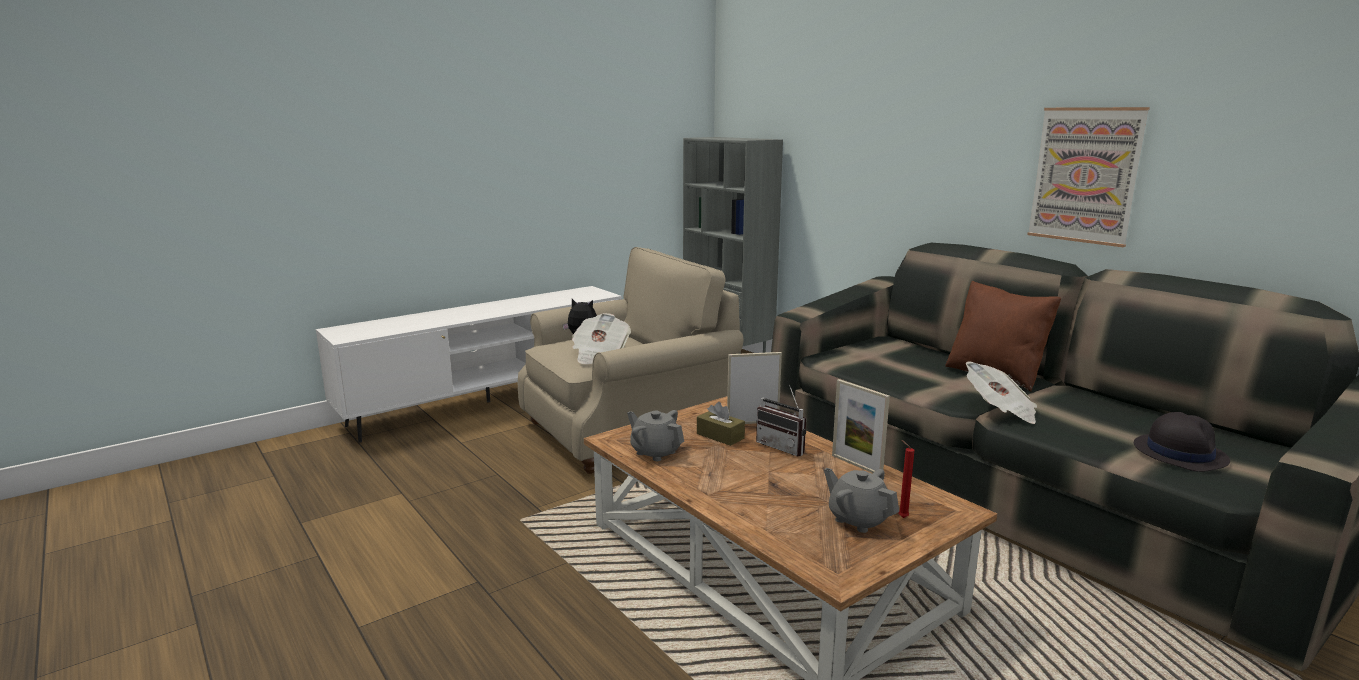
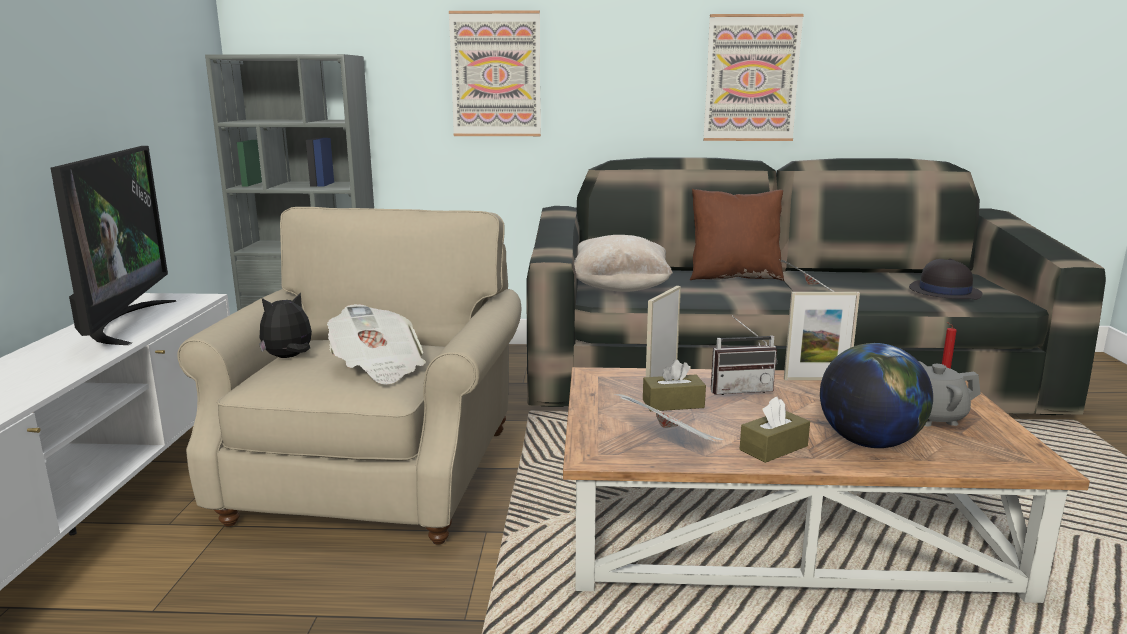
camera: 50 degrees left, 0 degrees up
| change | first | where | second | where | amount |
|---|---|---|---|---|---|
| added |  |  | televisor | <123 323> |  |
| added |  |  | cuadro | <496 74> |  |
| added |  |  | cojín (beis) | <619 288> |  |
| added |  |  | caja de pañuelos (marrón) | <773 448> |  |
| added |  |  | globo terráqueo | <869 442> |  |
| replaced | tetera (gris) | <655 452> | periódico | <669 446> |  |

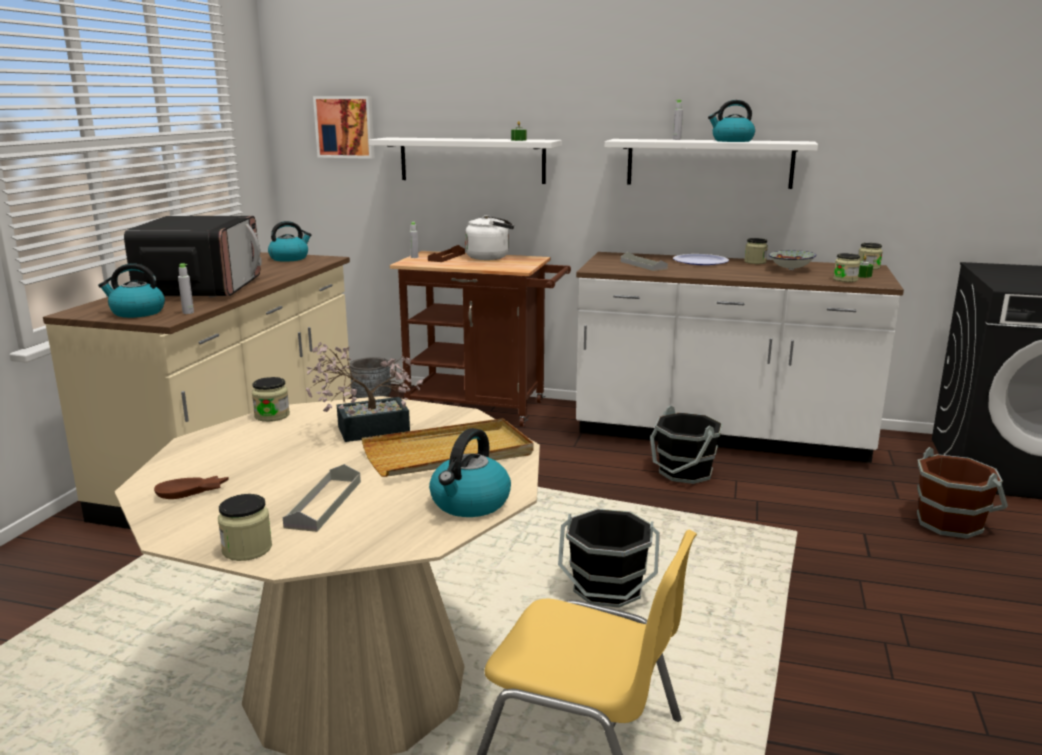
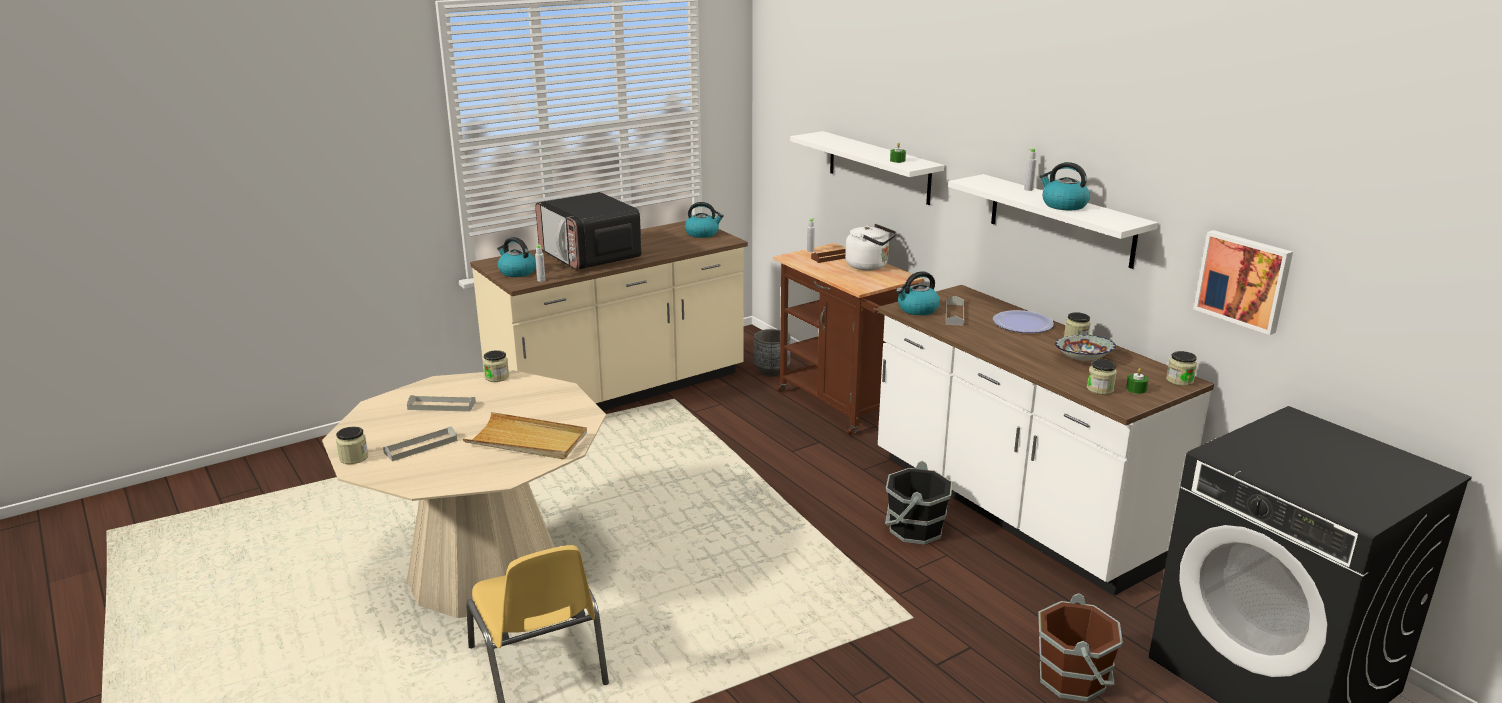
camera: 40 degrees right, 5 degrees up
| change | first | where | second | where | amount |
|---|---|---|---|---|---|
| removed | cuenco (marrón) | <193 493> |  |  |  |
| removed | planta en maceta | <364 430> |  |  |  |
| removed | cubo (negro) | <608 590> |  |  |  |
| added |  |  | bandeja (gris) | <441 406> |  |
| moved | cuadro | <345 127> |  | <1244 280> |  |
| moved | hervidor | <470 503> |  | <917 309> |  |
| turned | microondas | <201 288> |  | <590 256> | 105 degrees clockwise |

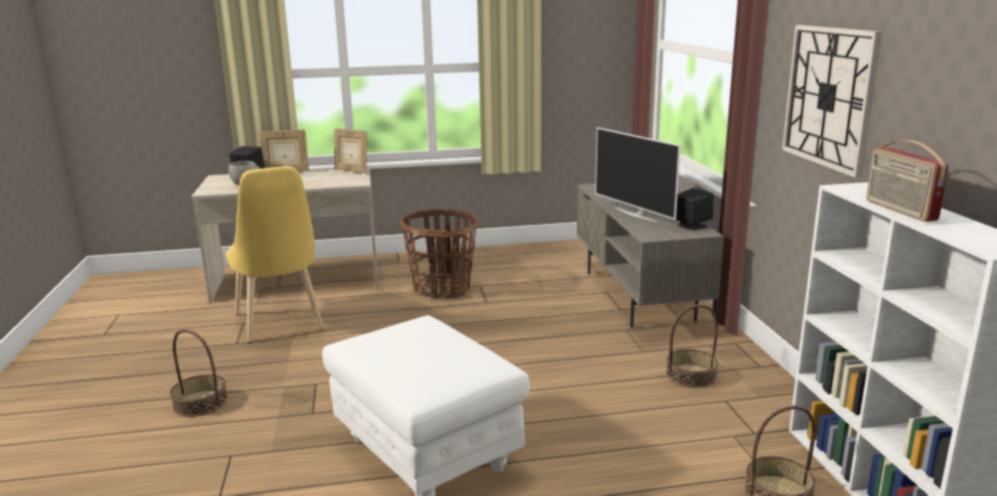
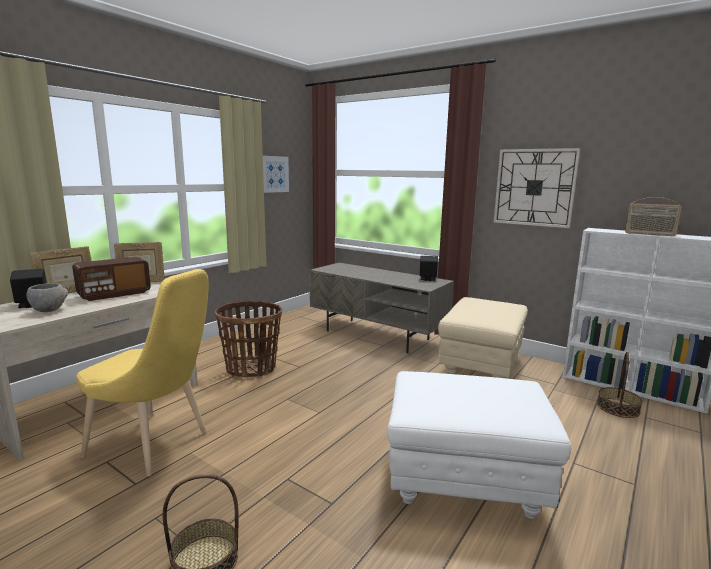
camera: 45 degrees left, 5 degrees down
| change | first | where | second | where | amount |
|---|---|---|---|---|---|
| removed | televisor | <636 215> |  |  |  |
| added |  |  | radio | <114 294> |  |
| added |  |  | cuadro | <274 174> |  |
| replaced | cesta | <691 375> | puf (beis) | <481 367> |  |

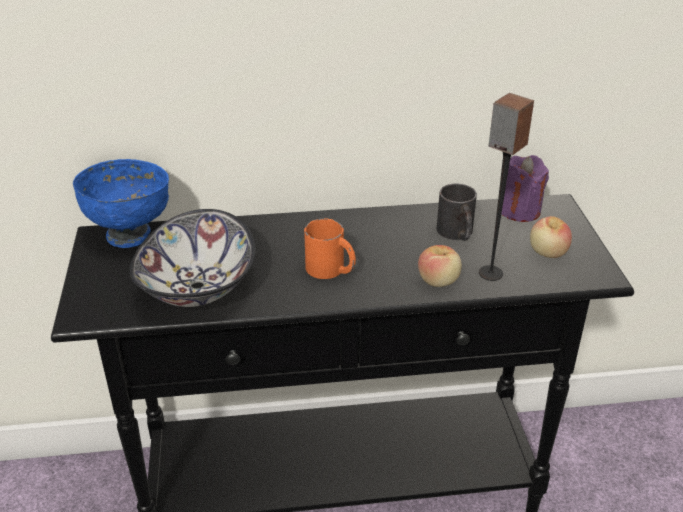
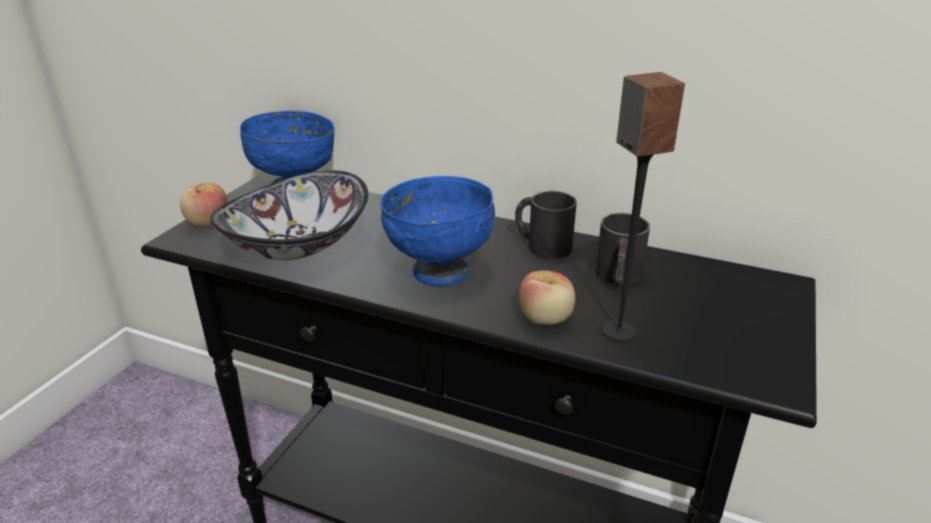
camera: 30 degrees right, 5 degrees down
| change | first | where | second | where | amount |
|---|---|---|---|---|---|
| removed | vela (morado) | <519 210> |  |  |  |
| added |  |  | taza grande (negro) | <541 245> |  |
| moved | manzana | <547 253> |  | <208 223> |  |
| replaced | taza grande (naranja) | <331 270> | cuenco (azul) | <439 270> |  |

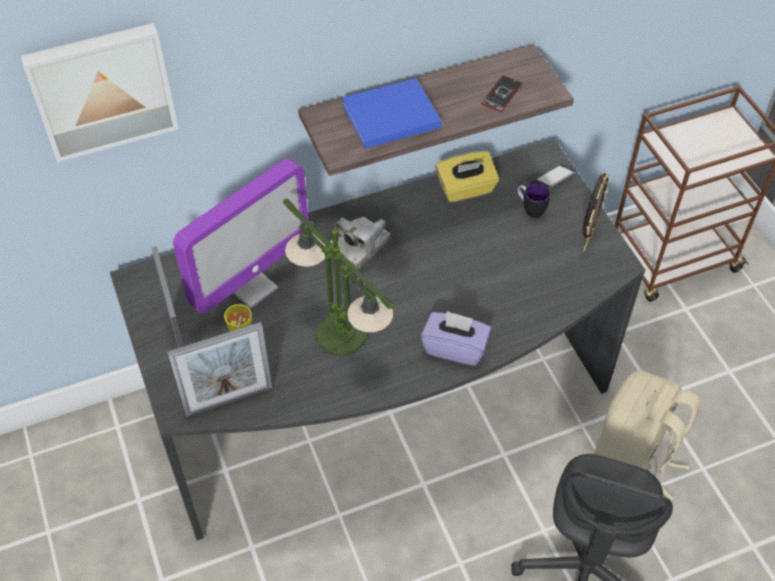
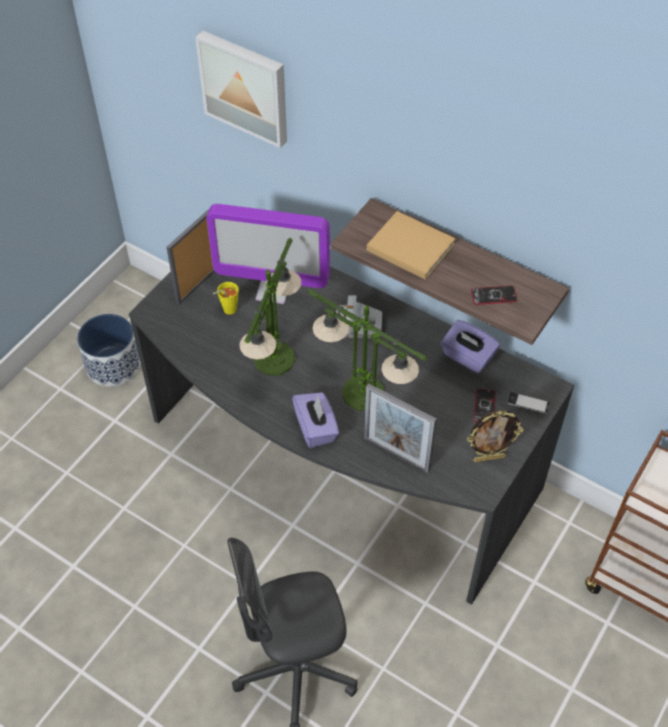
camera: 55 degrees right, 0 degrees up
| change | first | where | second | where | amount |
|---|---|---|---|---|---|
| removed | mochila (beis) | <633 461> |  |  |  |
| added |  |  | maceta | <114 365> |  |
| added |  |  | lámpara de mesa | <362 393> |  |
| moved | portarretratos | <229 400> |  | <396 454> |  |
| replaced | taza grande | <530 210> | móvil | <484 406> |  |
| recoloured | libro (azul) | <388 116> | libro (beis) | <408 246> |  |
| recoloured | caja de pañuelos (amarillo) | <466 189> | caja de pañuelos (morado) | <467 357> |  |

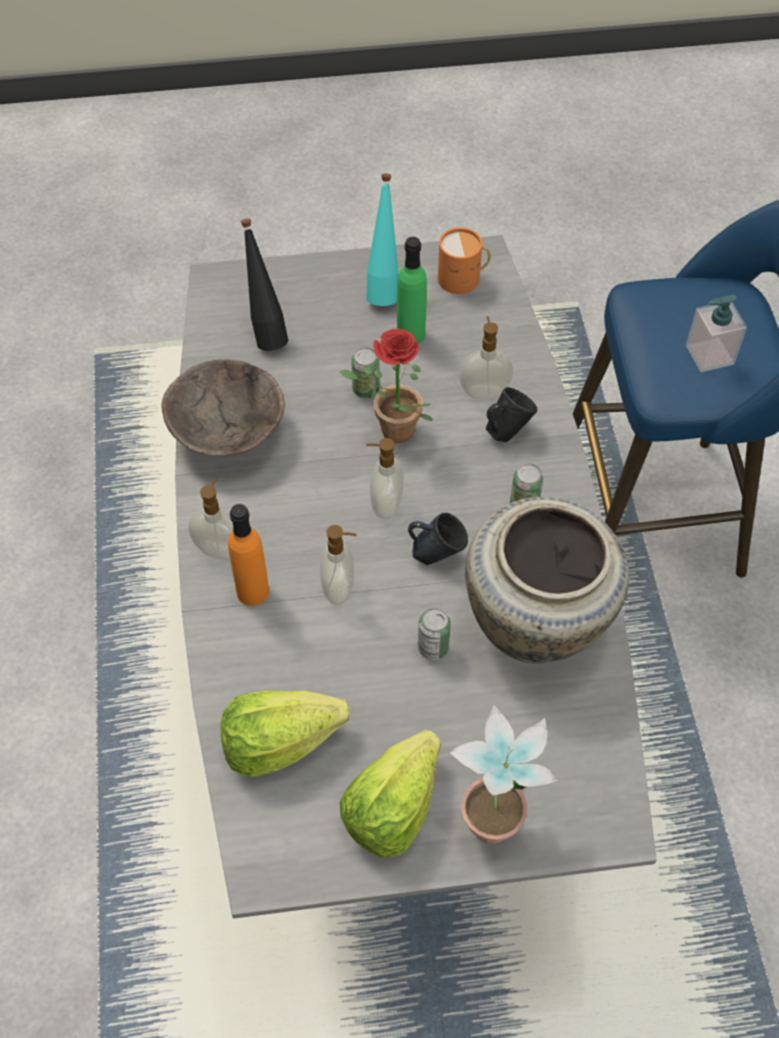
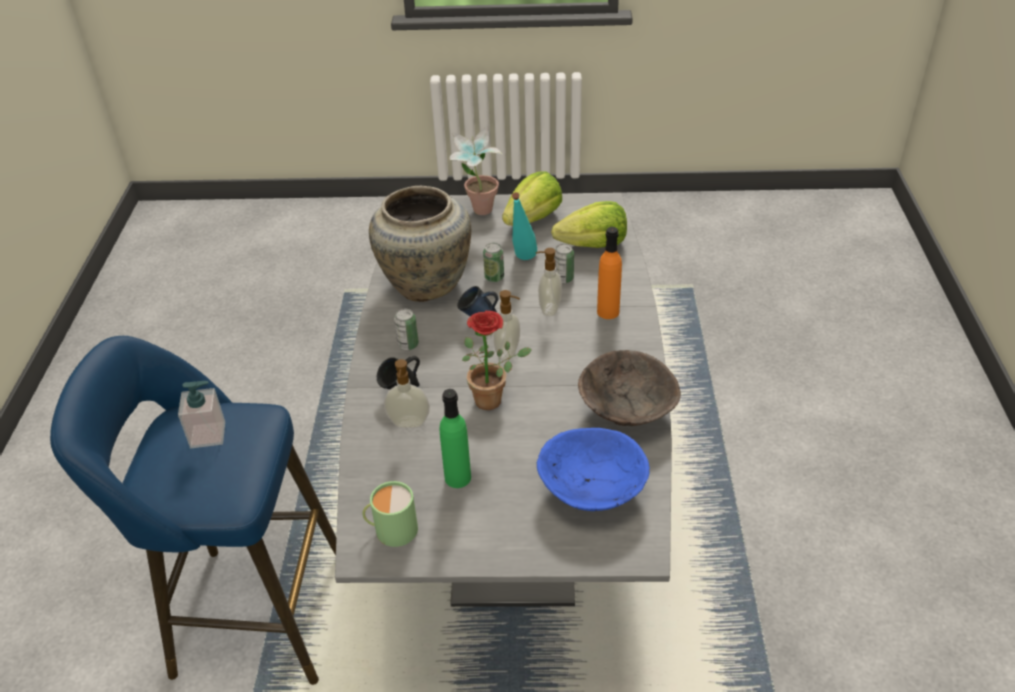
camera: 170 degrees left, 15 degrees down
| change | first | where | second | where | amount |
|---|---|---|---|---|---|
| removed | dispensador de jabón | <220 549> |  |  |  |
| moved | lata | <366 389> |  | <563 278> |  |
| moved | botella (turquesa) | <383 289> |  | <523 262> |  |
| replaced | botella (negro) | <266 333> | cuenco (azul) | <591 491> |  |
| recoloured | taza grande (naranja) | <463 278> | taza grande (verde) | <391 529> |  |

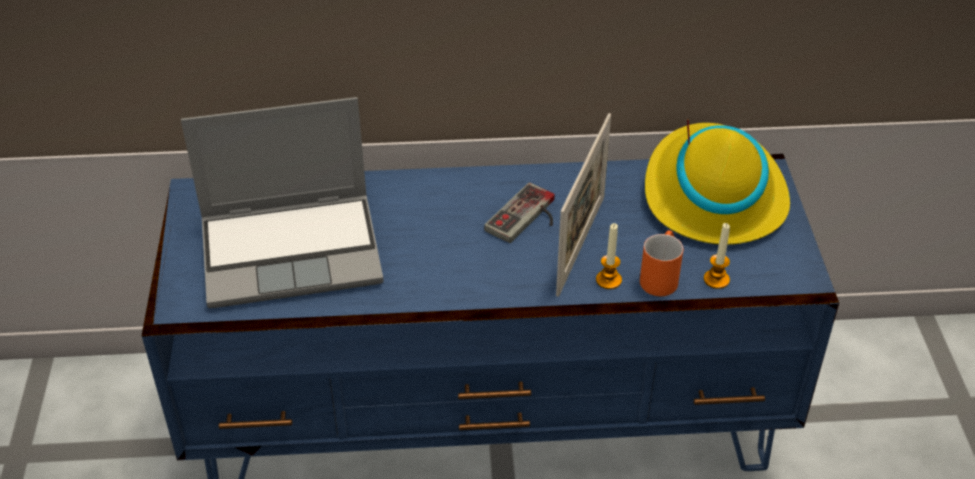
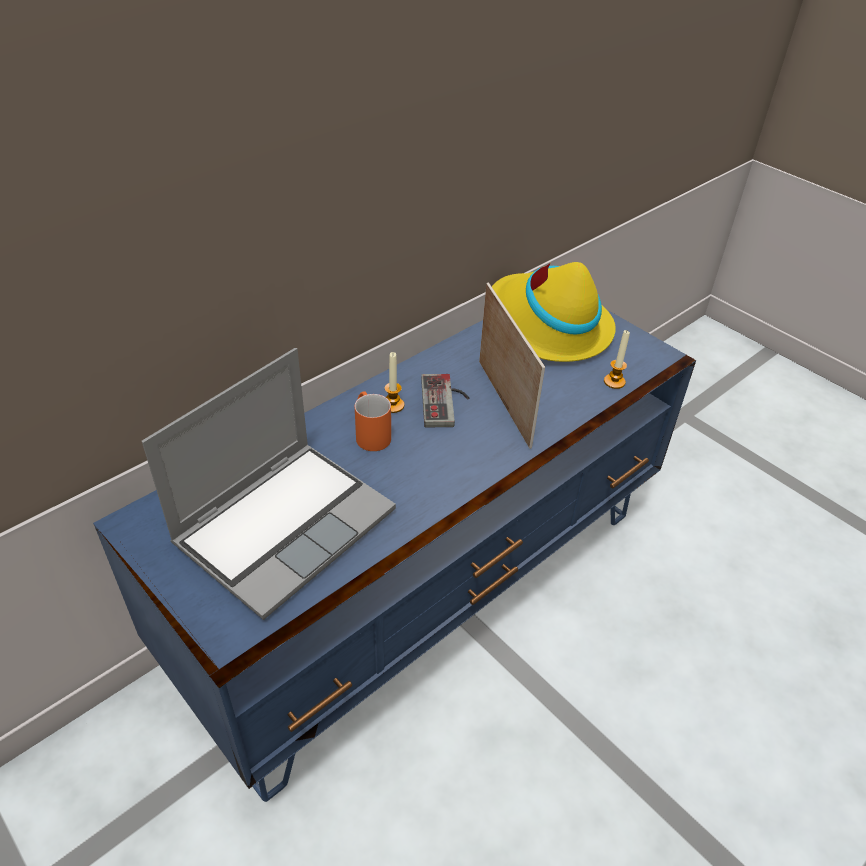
camera: 40 degrees left, 0 degrees up
| change | first | where | second | where | amount |
|---|---|---|---|---|---|
| moved | vela | <608 280> |  | <393 405> |  |
| moved | taza grande (naranja) | <660 275> |  | <370 433> |  |

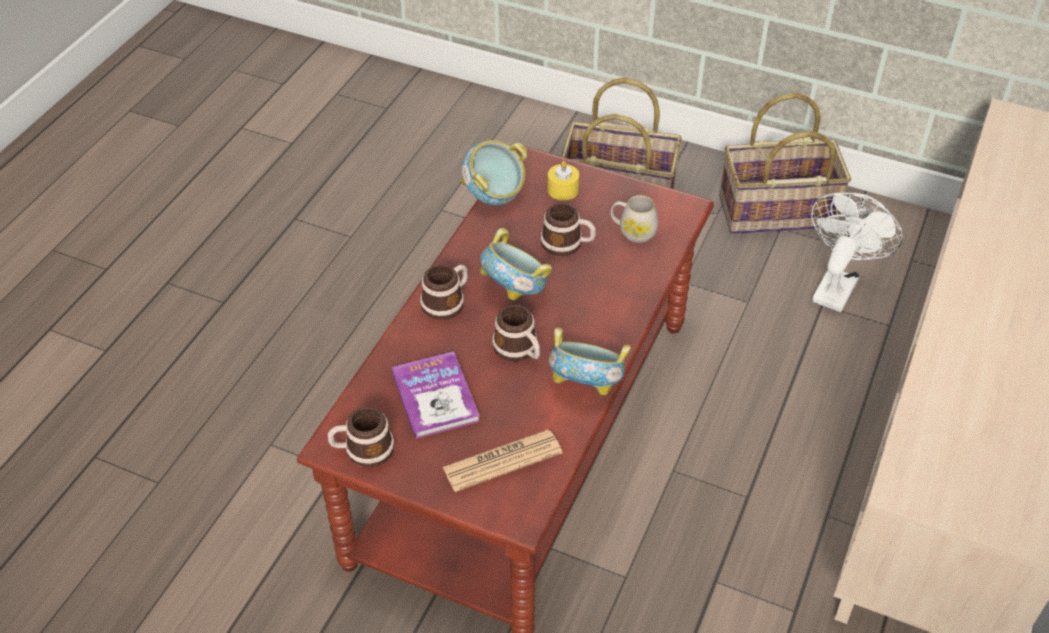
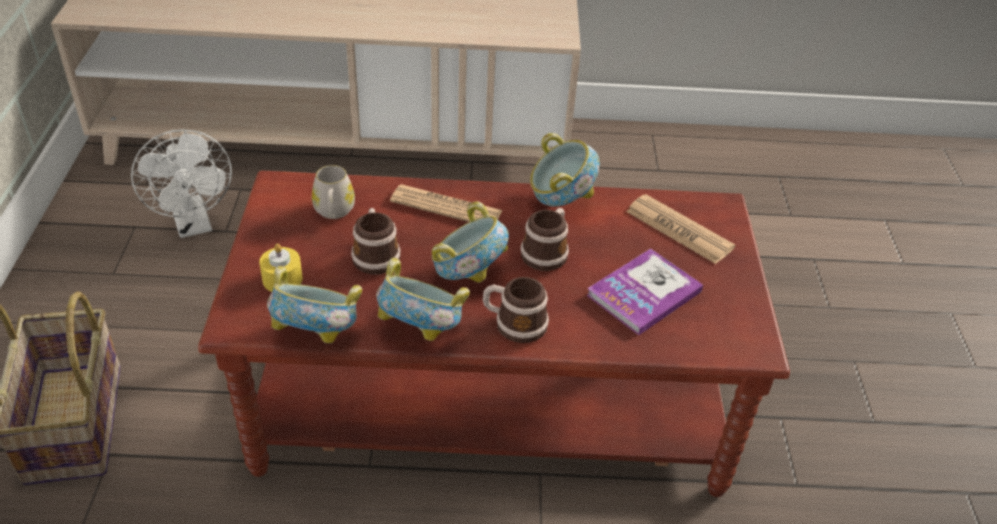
camera: 115 degrees left, 5 degrees down
| change | first | where | second | where | amount |
|---|---|---|---|---|---|
| removed | taza grande | <362 450> |  |  |  |
| removed | cesta | <776 213> |  |  |  |
| added |  |  | cuenco | <421 331> |  |
| added |  |  | periódico | <446 207> |  |
| turned | ventilador (blanco) | <837 285> |  | <194 225> | 120 degrees counterclockwise |

